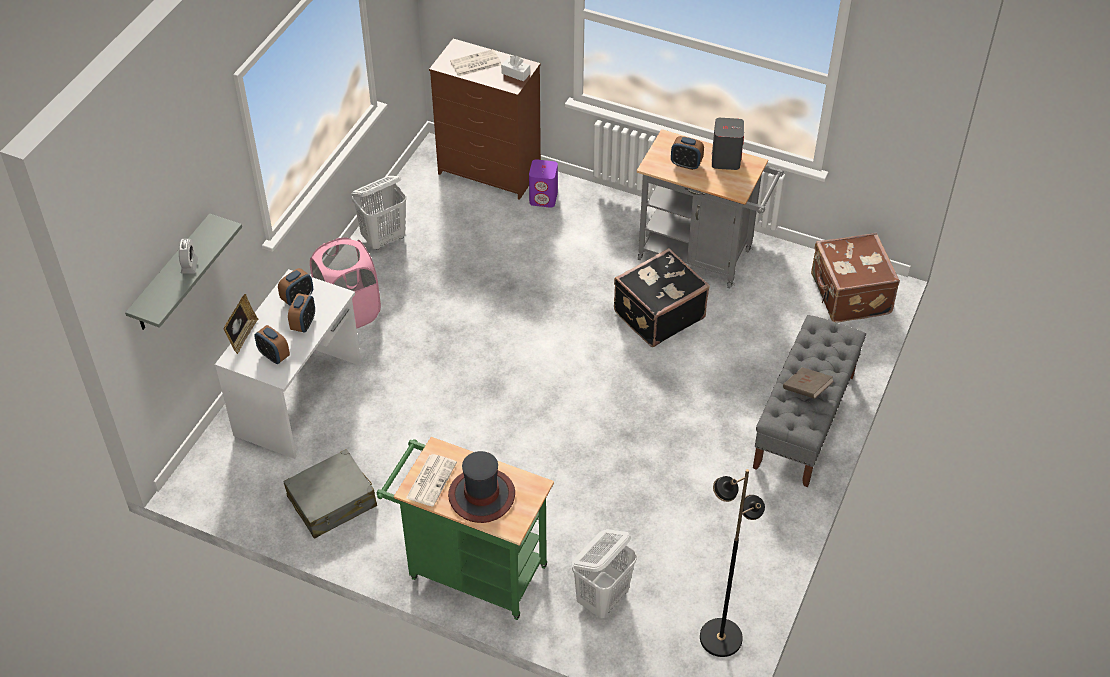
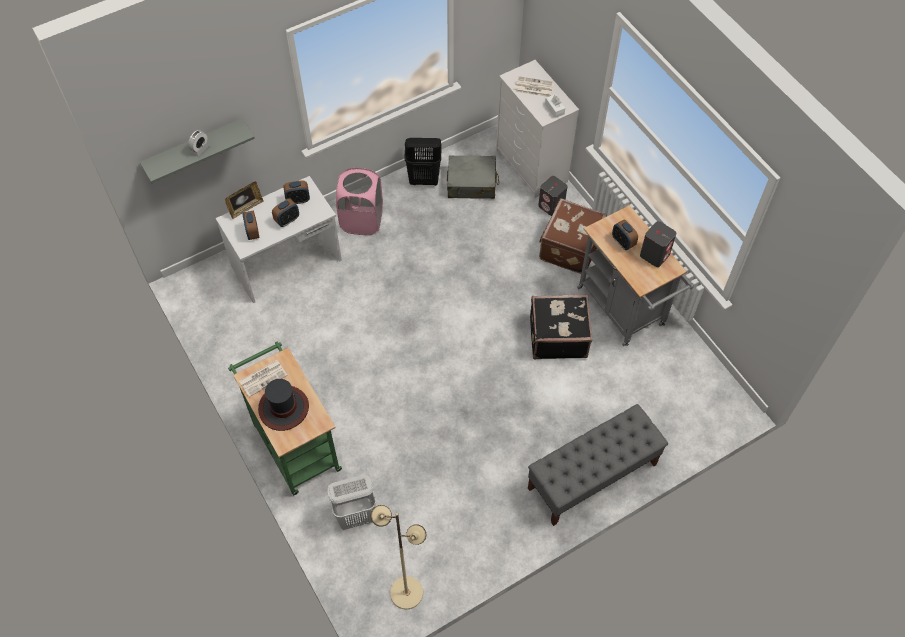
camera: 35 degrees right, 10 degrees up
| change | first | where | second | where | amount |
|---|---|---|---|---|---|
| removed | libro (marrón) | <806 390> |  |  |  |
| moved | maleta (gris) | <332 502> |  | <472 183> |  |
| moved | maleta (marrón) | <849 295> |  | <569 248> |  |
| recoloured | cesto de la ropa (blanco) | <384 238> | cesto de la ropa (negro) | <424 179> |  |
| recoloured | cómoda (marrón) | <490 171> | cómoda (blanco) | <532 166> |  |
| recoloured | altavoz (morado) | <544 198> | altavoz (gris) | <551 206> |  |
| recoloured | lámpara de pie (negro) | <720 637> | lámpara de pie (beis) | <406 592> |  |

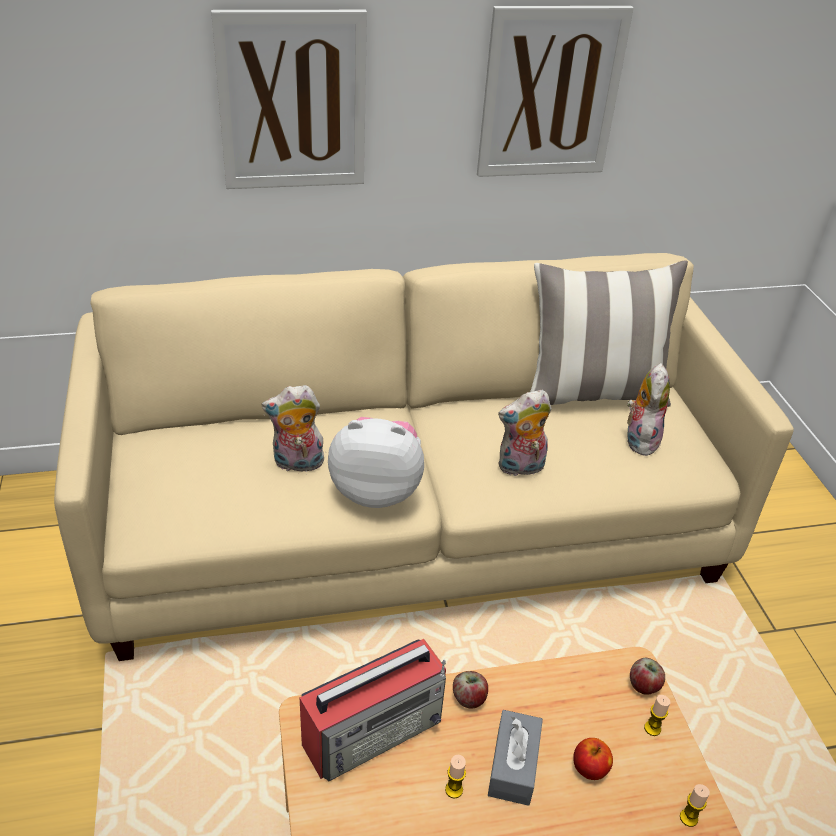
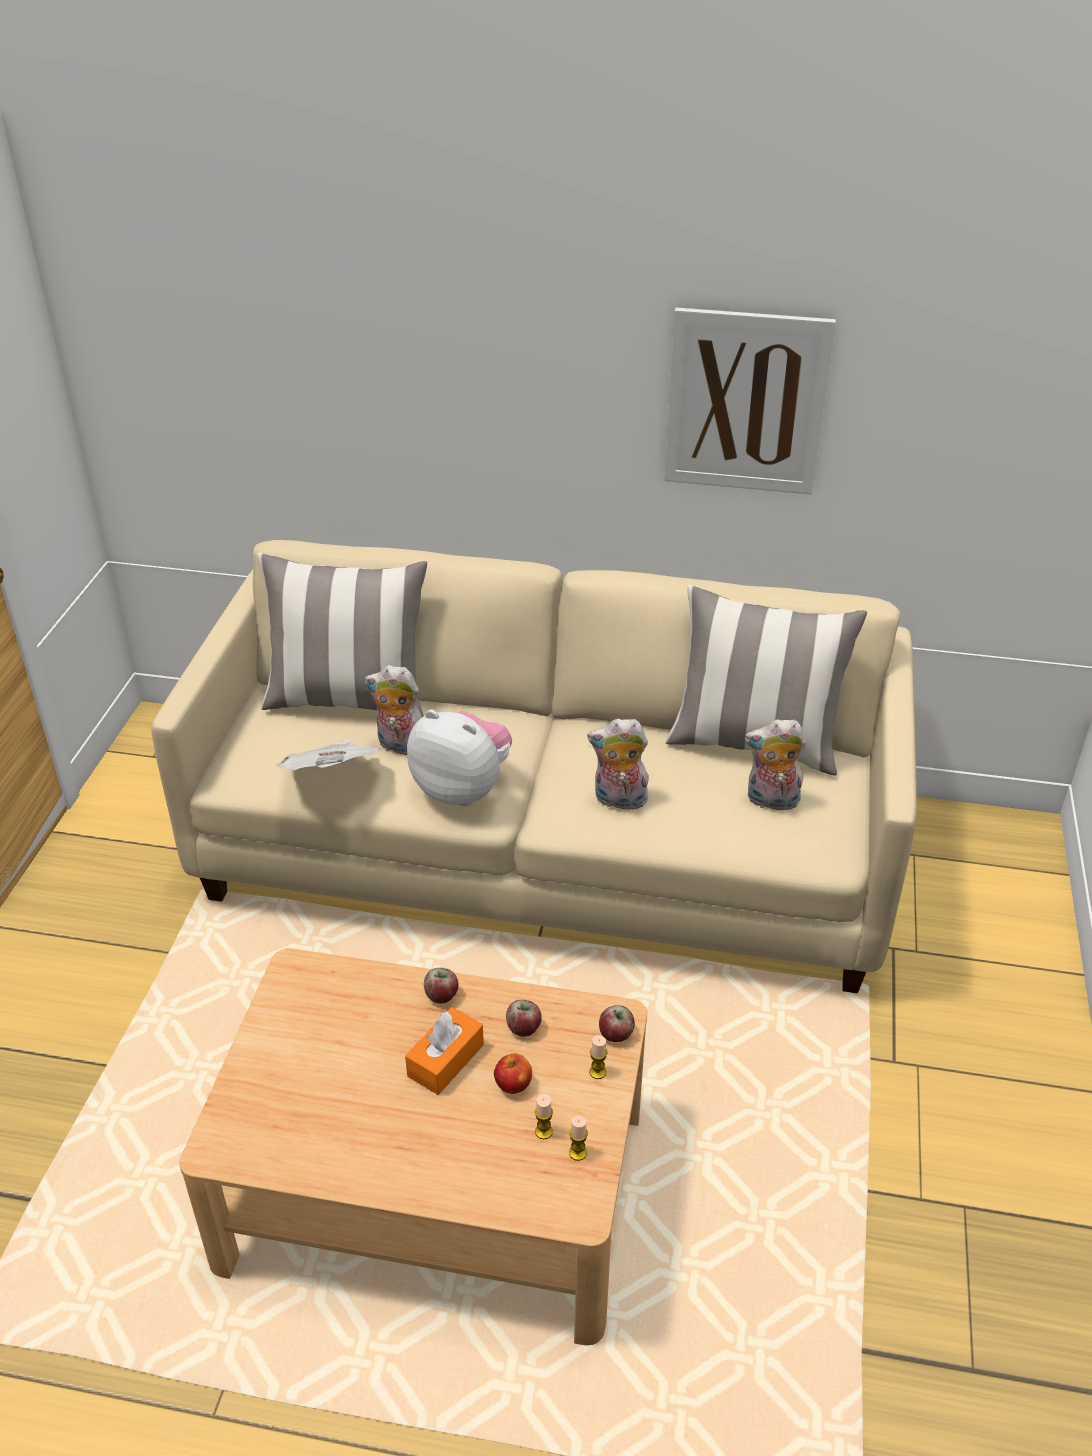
camera: 25 degrees right, 0 degrees up
| change | first | where | second | where | amount |
|---|---|---|---|---|---|
| removed | cuadro | <292 102> |  |  |  |
| removed | radio | <375 730> |  |  |  |
| added |  |  | cojín | <349 700> |  |
| added |  |  | periódico | <332 776> |  |
| added |  |  | manzana | <524 1028> |  |
| moved | vela | <454 790> |  | <543 1131> |  |
| recoloured | caja de pañuelos (gris) | <513 765> | caja de pañuelos (naranja) | <445 1060> |  |
| turned | peluche | <639 439> |  | <771 801> | 120 degrees counterclockwise |

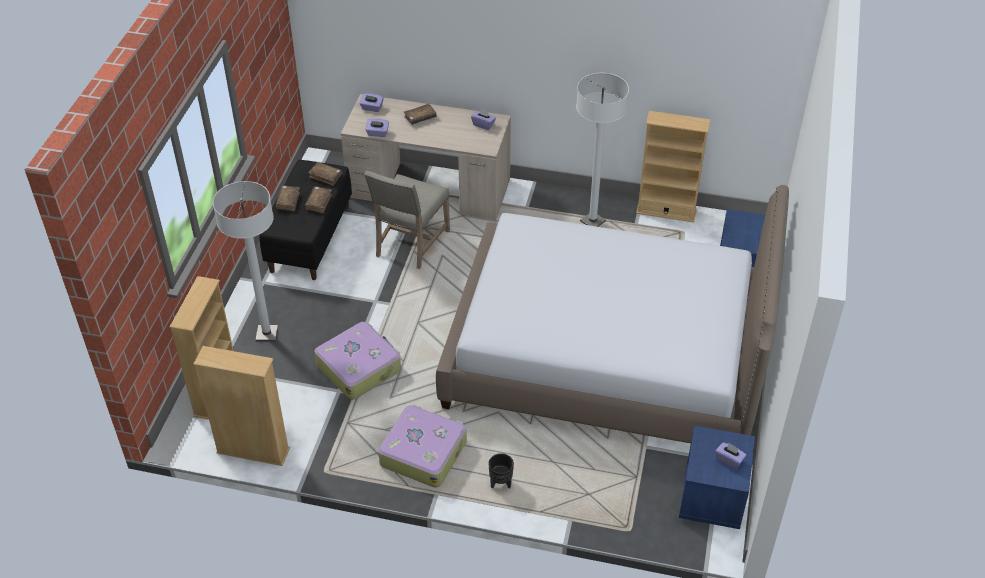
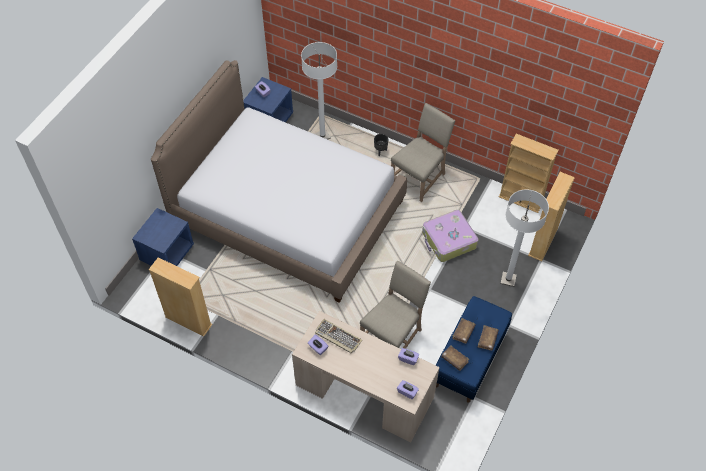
camera: 165 degrees left, 10 degrees up
| change | first | where | second | where | amount |
|---|---|---|---|---|---|
| removed | libro (marrón) | <420 118> |  |  |  |
| added |  |  | teclado | <337 337> |  |
| moved | lámpara de pie (blanco) | <592 221> |  | <322 136> |  |
| replaced | maleta | <423 452> | silla (beis) | <420 177> |  |
| recoloured | banco (negro) | <310 238> | banco (azul) | <470 359> |  |

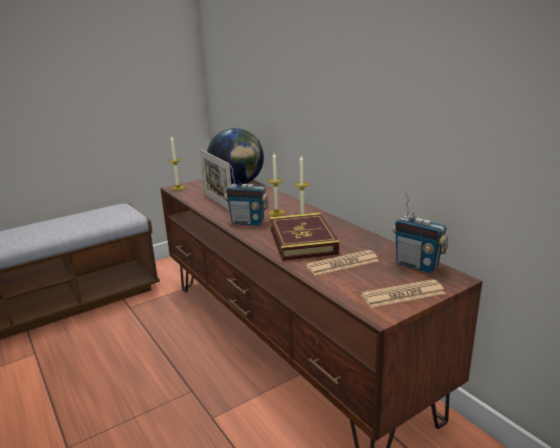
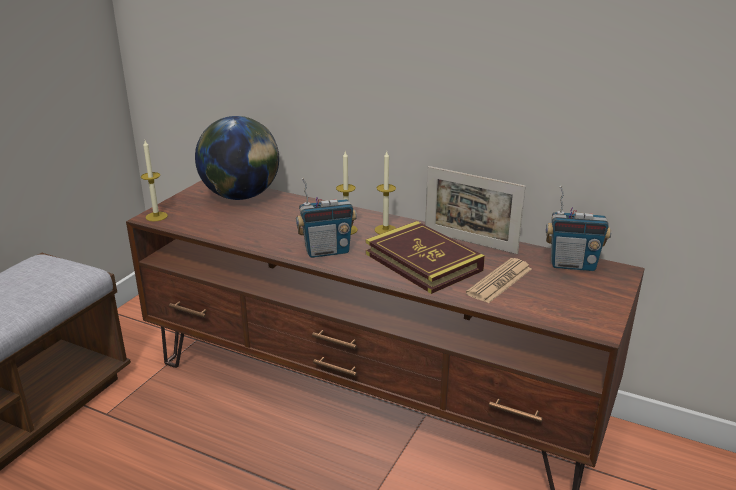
camera: 30 degrees left, 5 degrees up
| change | first | where | second | where | amount |
|---|---|---|---|---|---|
| removed | periódico | <403 294> |  |  |  |
| moved | portarretratos | <218 202> |  | <470 242> |  |

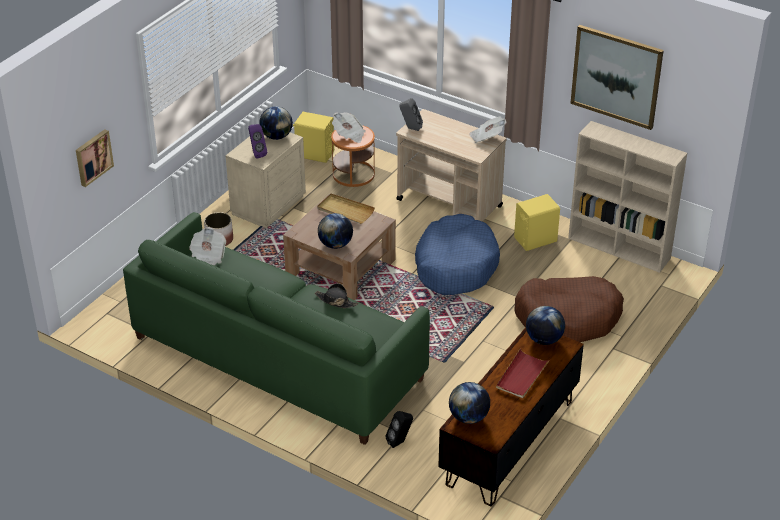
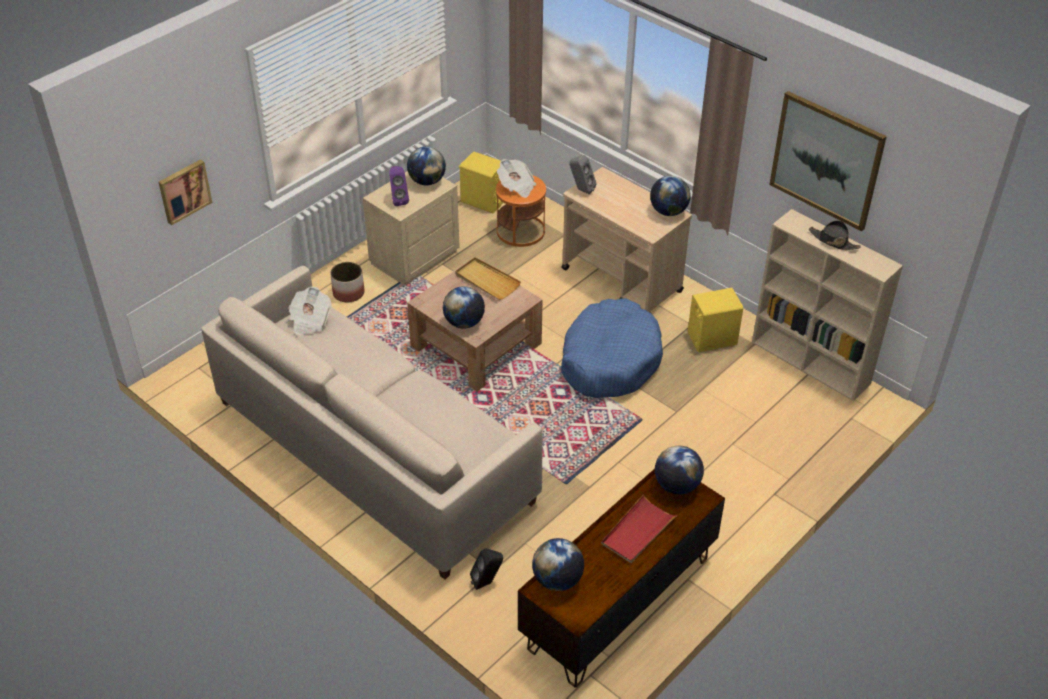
camera: 10 degrees right, 5 degrees up
| change | first | where | second | where | amount |
|---|---|---|---|---|---|
| removed | cama para perro (marrón) | <568 317> |  |  |  |
| moved | sombrero (negro) | <336 301> |  | <833 241> |  |
| replaced | periódico | <486 137> | globo terráqueo | <668 211> |  |
| recoloured | sofá (verde) | <277 358> | sofá (beis) | <373 451> |  |

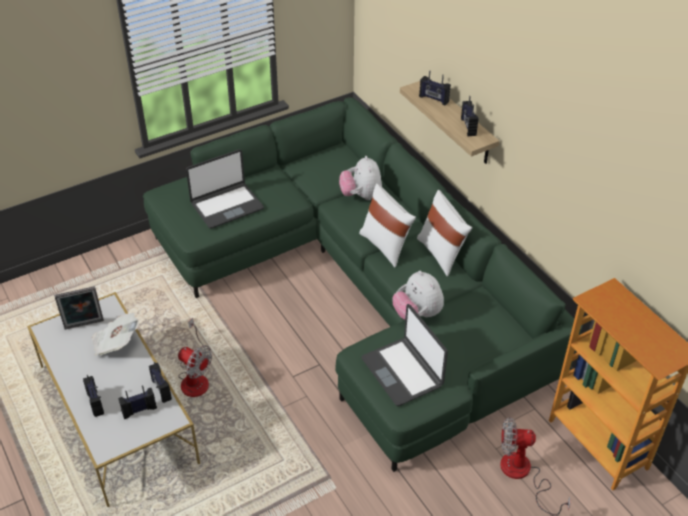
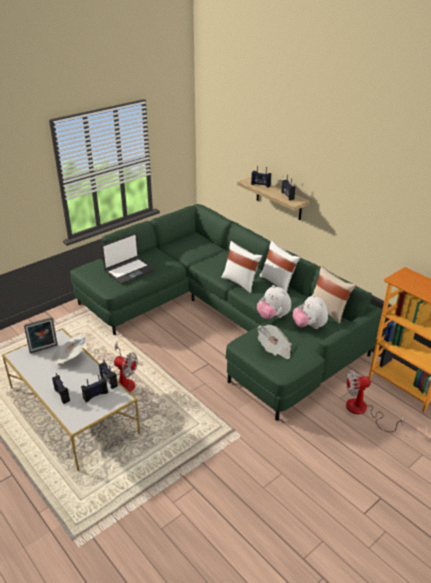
camera: 10 degrees left, 10 degrees down
| change | first | where | second | where | amount |
|---|---|---|---|---|---|
| added |  |  | cojín (beis) | <328 311> |  |
| moved | peluche | <361 196> |  | <309 326> |  |
| replaced | portátil | <403 372> | periódico | <274 349> |  |

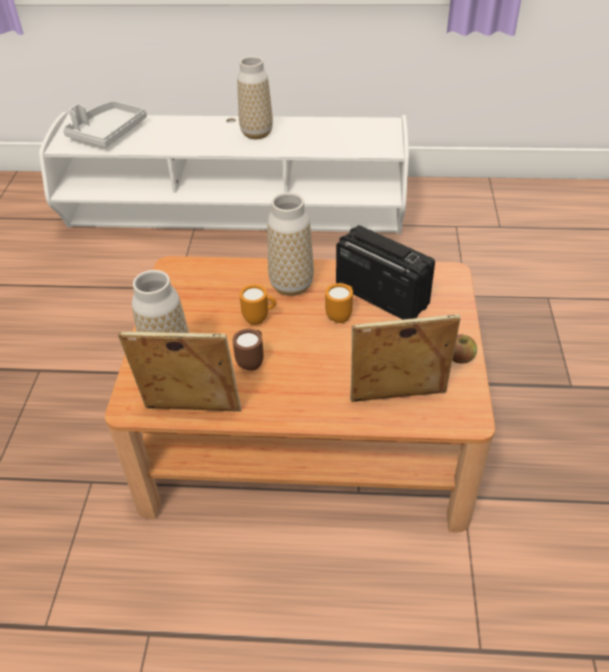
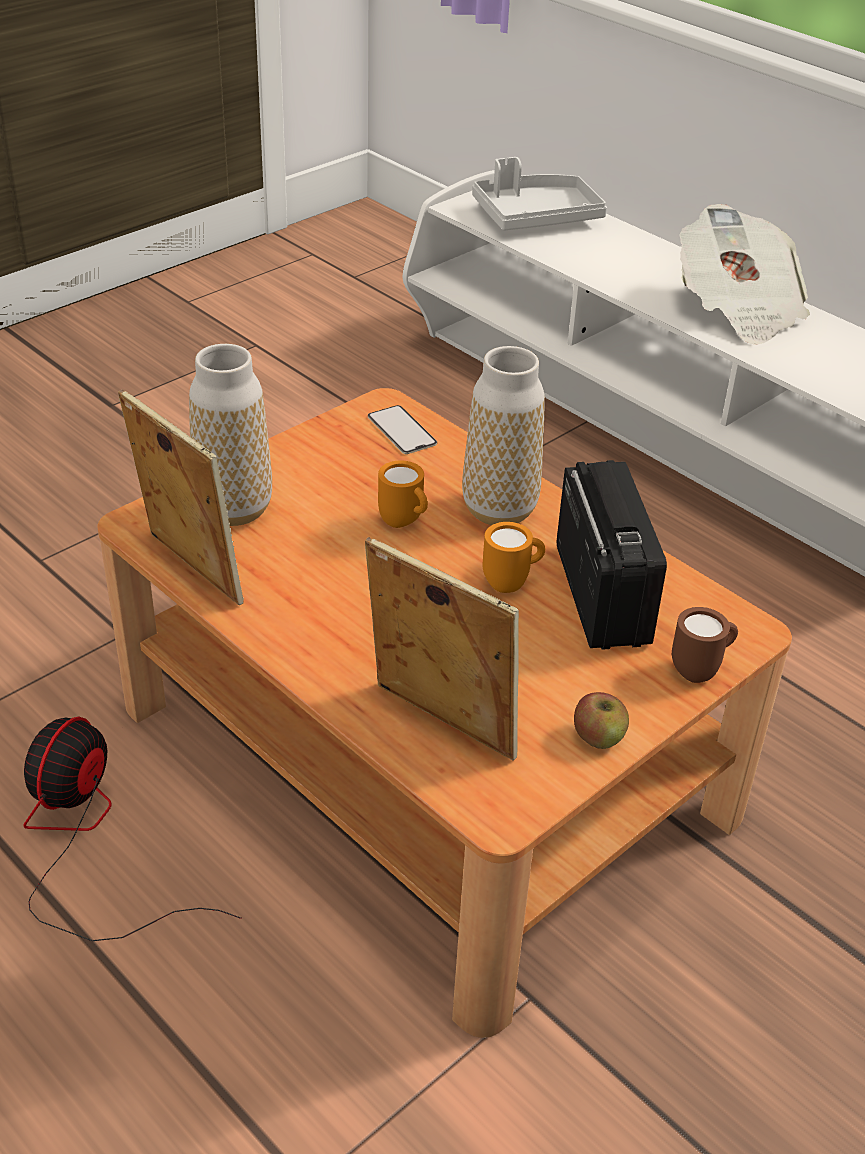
camera: 40 degrees right, 5 degrees down
| change | first | where | second | where | amount |
|---|---|---|---|---|---|
| added |  |  | ventilador | <87 843> |  |
| added |  |  | móvil | <401 430> |  |
| moved | taza grande (marrón) | <252 361> |  | <700 670> |  |
| replaced | florero | <256 133> | periódico | <738 309> |  |

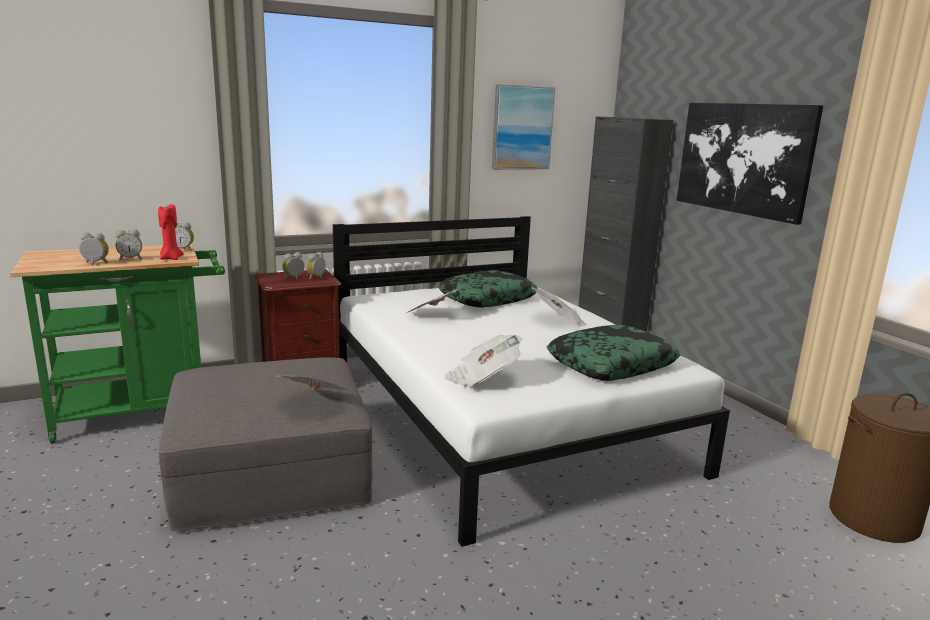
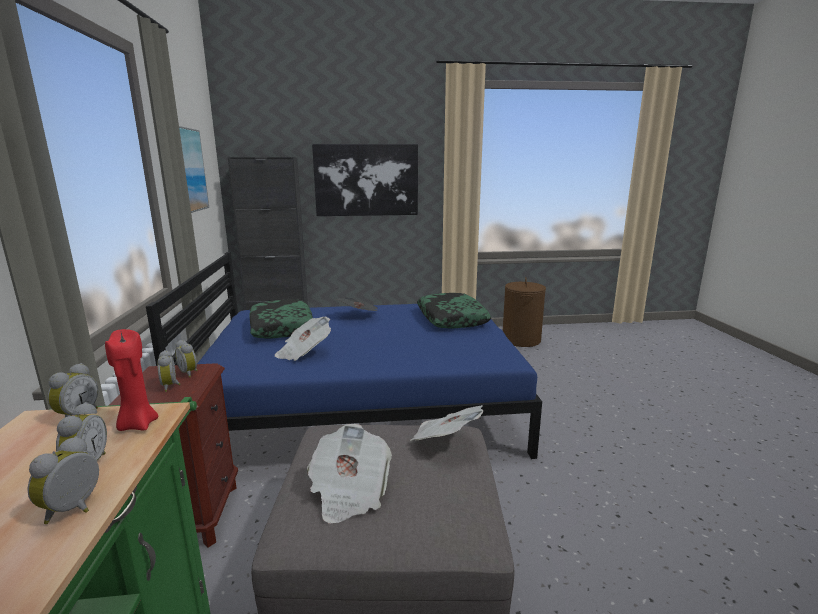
camera: 70 degrees left, 0 degrees up
| change | first | where | second | where | amount |
|---|---|---|---|---|---|
| moved | periódico | <482 378> |  | <349 492> |  |
| recoloured | cama (blanco) | <500 416> | cama (azul) | <362 406> |  |

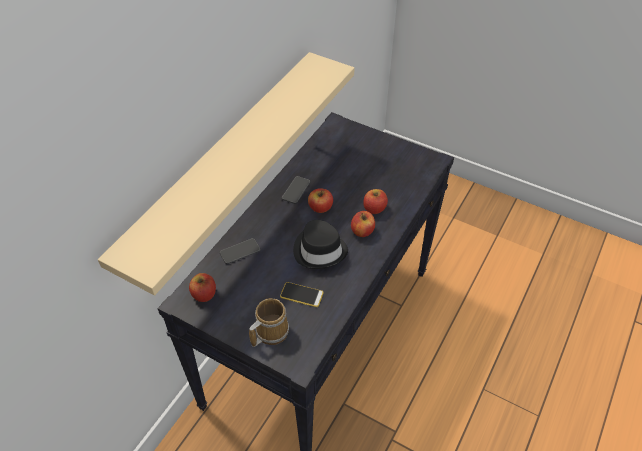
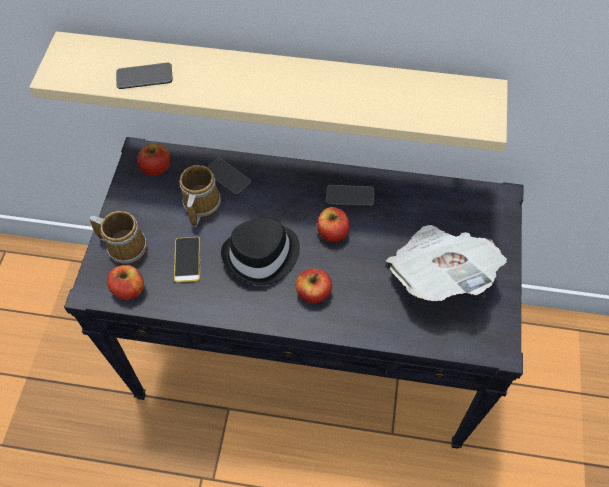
camera: 70 degrees right, 10 degrees up
| change | first | where | second | where | amount |
|---|---|---|---|---|---|
| added |  |  | móvil | <144 77> |  |
| added |  |  | taza grande | <200 206> |  |
| added |  |  | periódico | <439 273> |  |
| moved | manzana | <374 208> |  | <129 289> |  |

